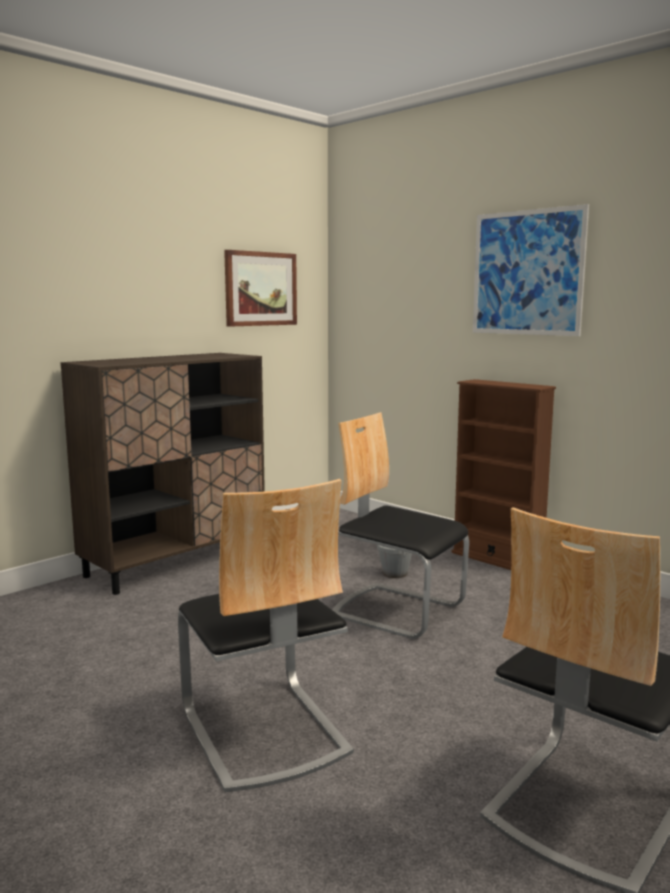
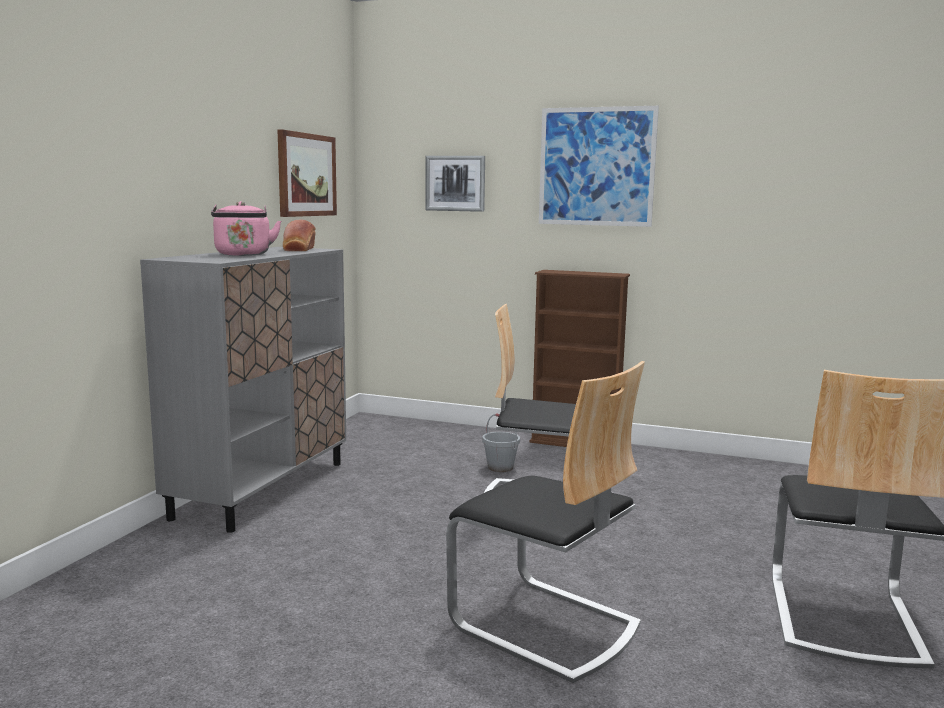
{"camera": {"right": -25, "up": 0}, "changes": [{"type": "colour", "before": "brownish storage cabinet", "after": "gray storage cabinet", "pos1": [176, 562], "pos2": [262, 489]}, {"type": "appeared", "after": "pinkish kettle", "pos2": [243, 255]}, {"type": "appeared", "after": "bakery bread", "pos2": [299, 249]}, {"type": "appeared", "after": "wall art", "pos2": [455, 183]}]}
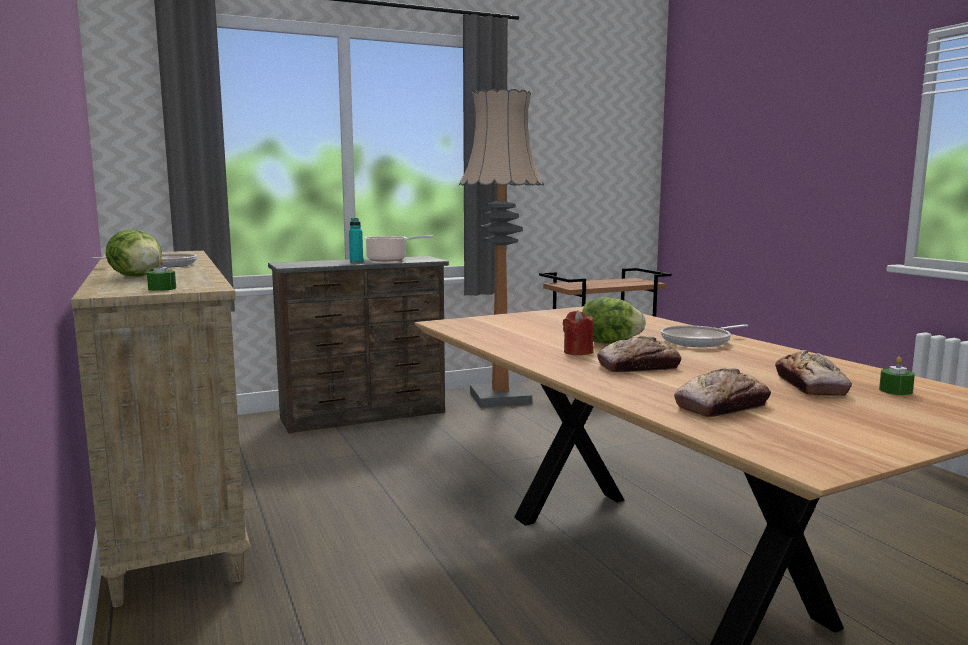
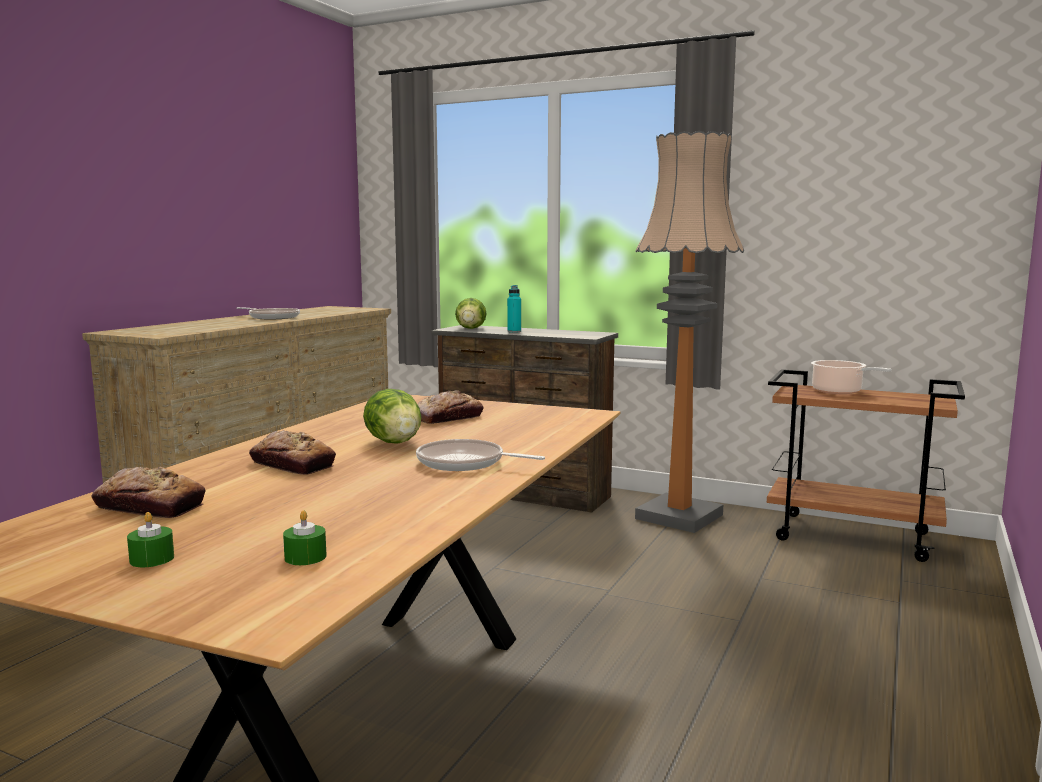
{"camera": {"right": 50, "up": 0}, "changes": [{"type": "relocated", "before": "lettuce head", "pos1": [137, 277], "pos2": [471, 329]}, {"type": "relocated", "before": "green-coloured wax light", "pos1": [162, 288], "pos2": [152, 559]}, {"type": "relocated", "before": "saucepot", "pos1": [389, 260], "pos2": [839, 391]}, {"type": "missing", "before": "red wax light", "pos1": [578, 352]}, {"type": "relocated", "before": "bakery bread", "pos1": [810, 385], "pos2": [448, 418]}]}
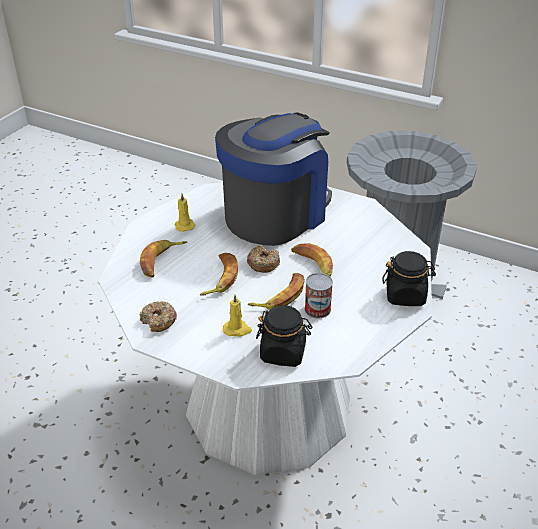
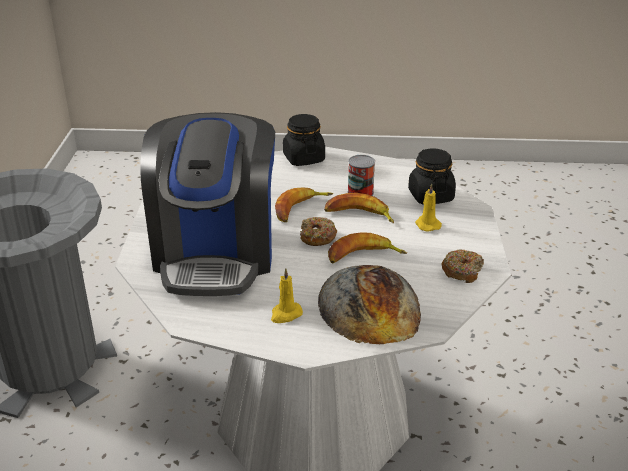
{"camera": {"right": -115, "up": -5}, "changes": [{"type": "exchanged", "before": "whole banana", "after": "bakery bread", "pos1": [161, 261], "pos2": [369, 306]}, {"type": "spun", "before": "coffee brewer", "pos1": [276, 214], "pos2": [215, 253], "turn": -105}]}
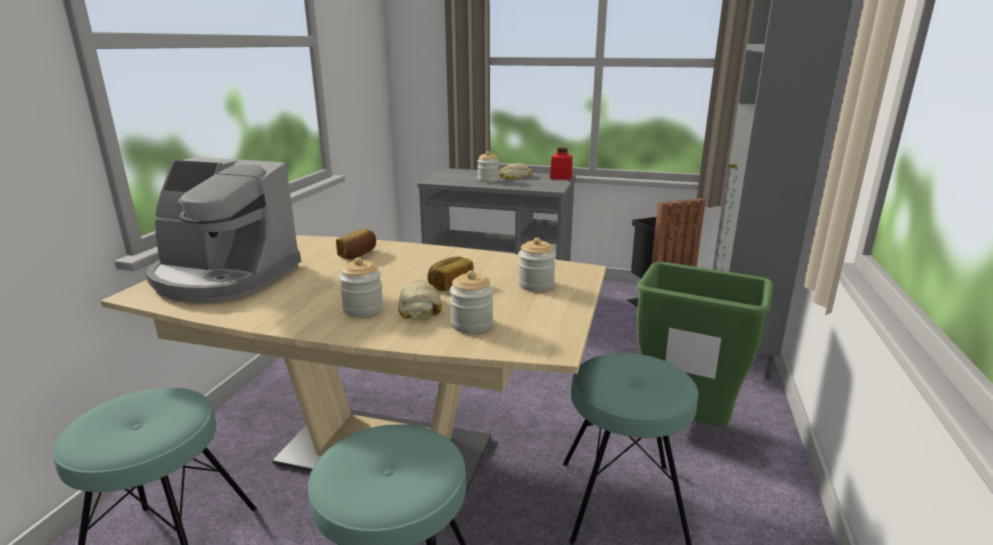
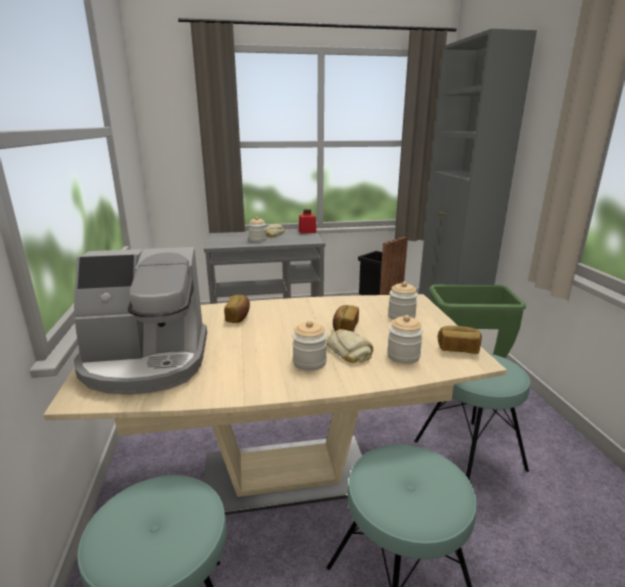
{"camera": {"right": -25, "up": 0}, "changes": [{"type": "appeared", "after": "bakery bread", "pos2": [458, 348]}]}
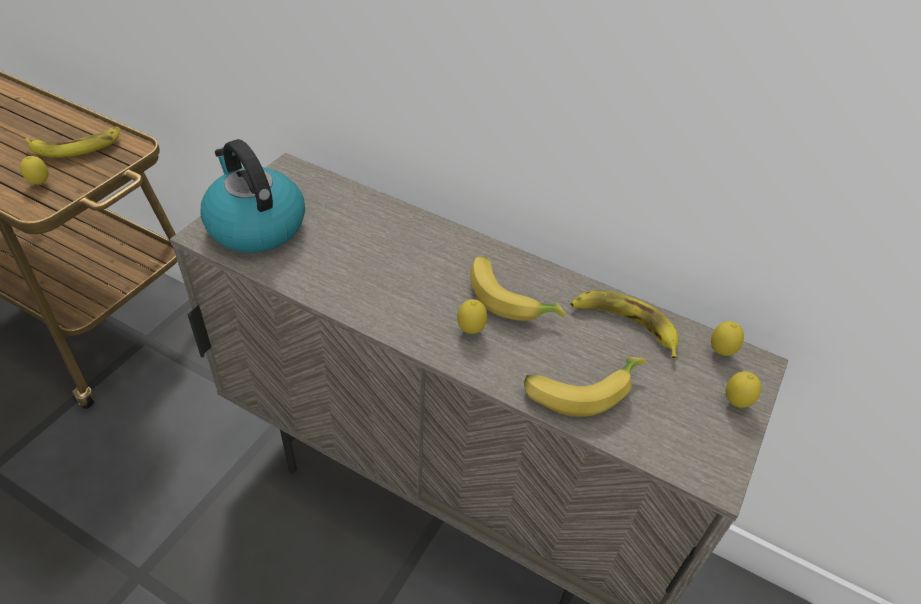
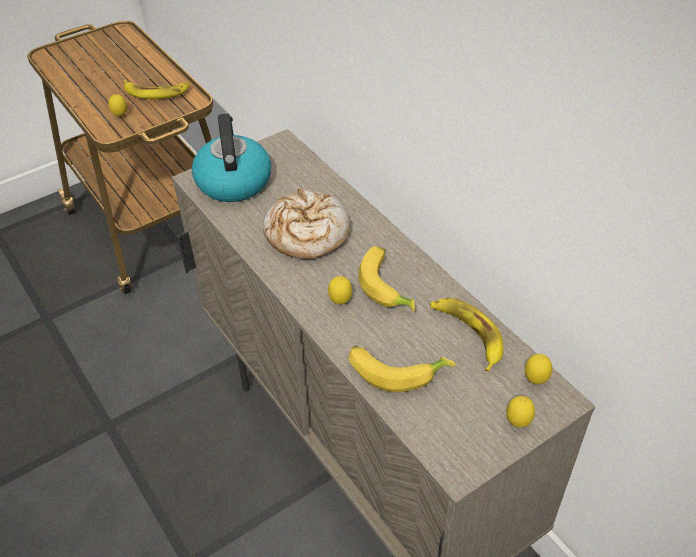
{"camera": {"right": 30, "up": 0}, "changes": [{"type": "appeared", "after": "bakery bread", "pos2": [306, 234]}]}
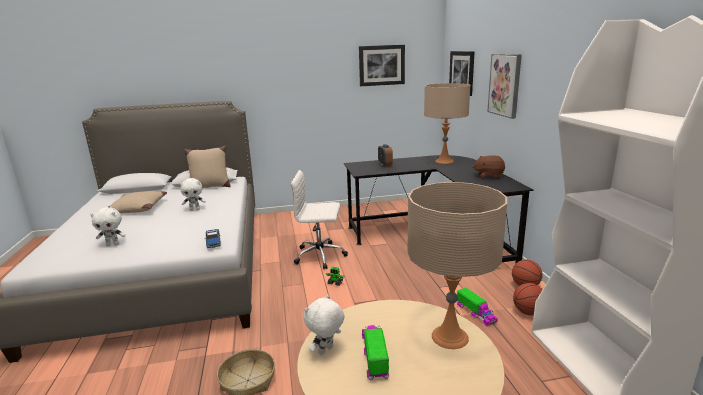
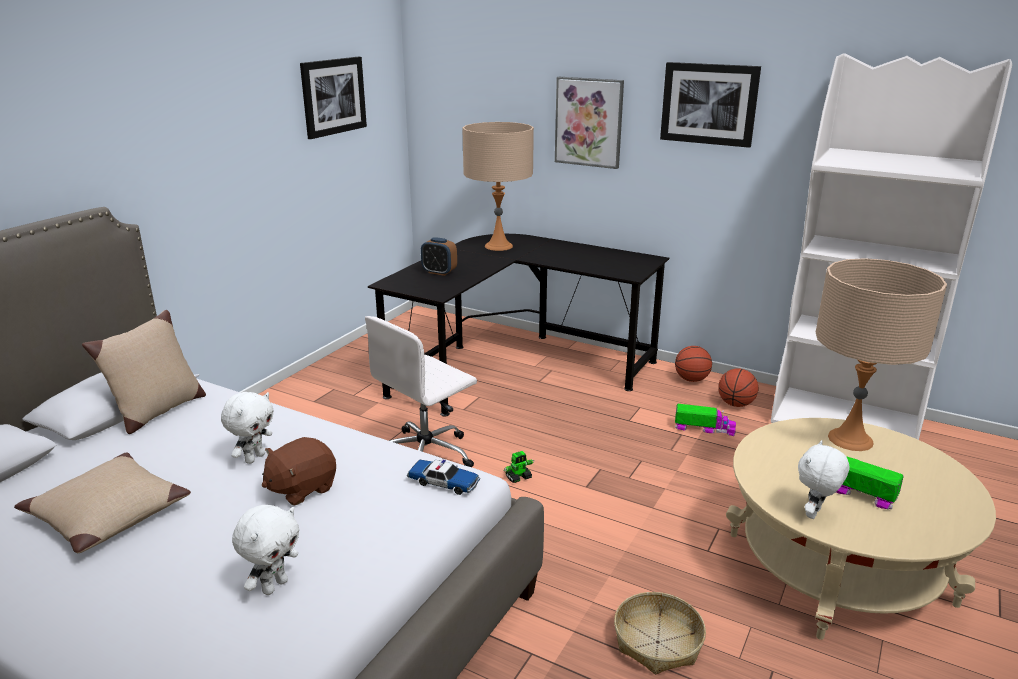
{"camera": {"right": -50, "up": 5}, "changes": [{"type": "spun", "before": "white-coloured cuddly toy", "pos1": [326, 351], "pos2": [814, 514], "turn": 45}, {"type": "relocated", "before": "wall art", "pos1": [462, 72], "pos2": [709, 104]}, {"type": "relocated", "before": "brownish cuddly toy", "pos1": [488, 176], "pos2": [301, 488]}]}
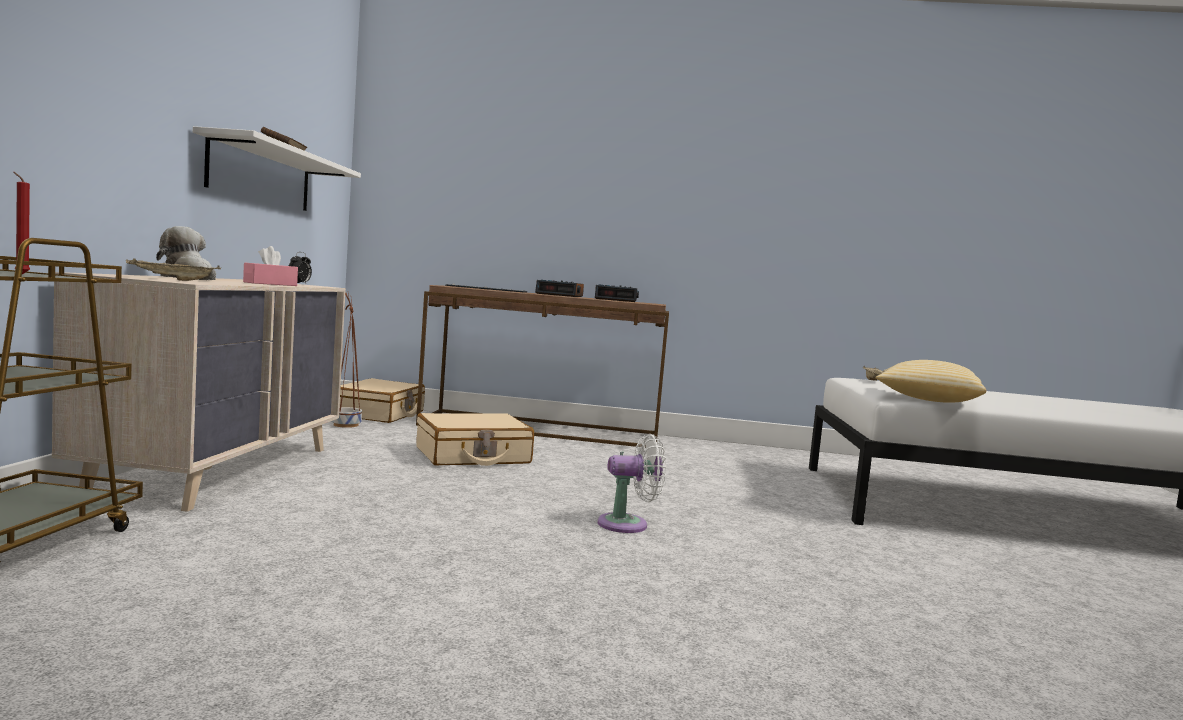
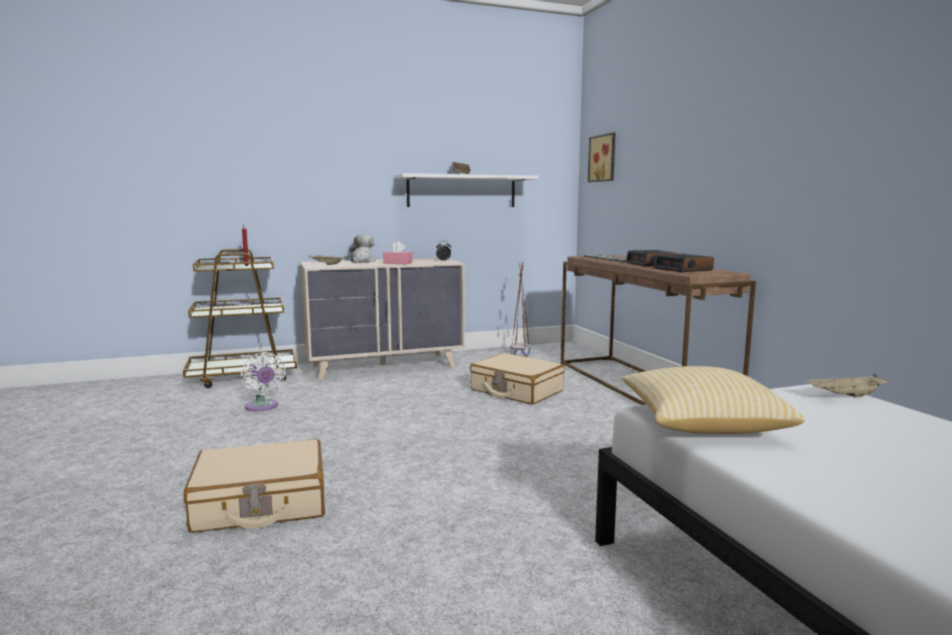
{"camera": {"right": 65, "up": 5}, "changes": [{"type": "relocated", "before": "sand-coloured suitcase", "pos1": [379, 414], "pos2": [261, 503]}, {"type": "relocated", "before": "white-coloured fan", "pos1": [628, 524], "pos2": [262, 407]}, {"type": "appeared", "after": "wall art", "pos2": [603, 158]}]}
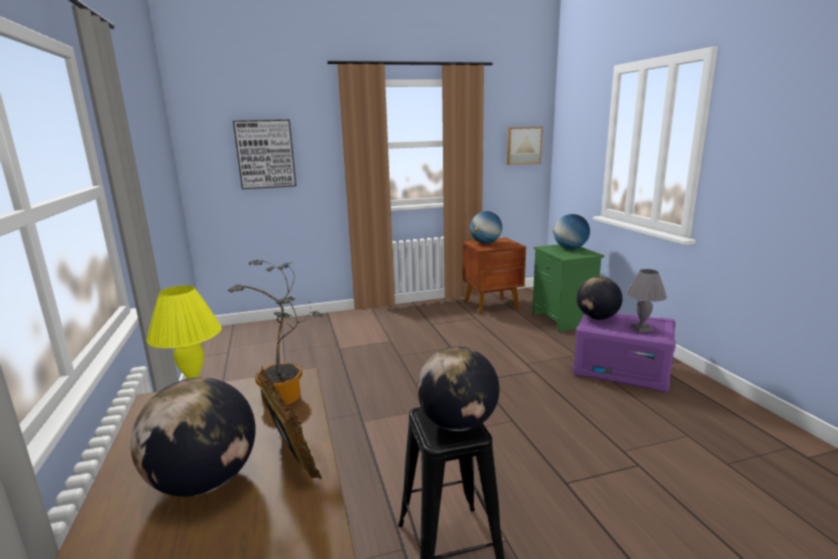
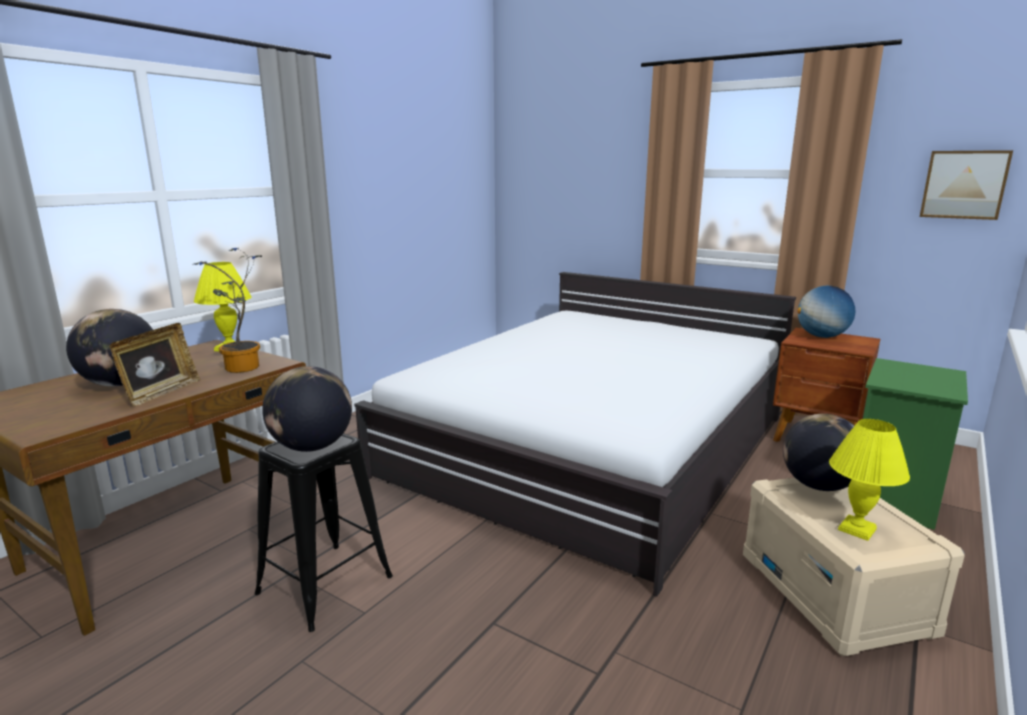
{"camera": {"right": 50, "up": 0}, "changes": [{"type": "missing", "before": "wall art", "pos1": [265, 154]}, {"type": "missing", "before": "world globe", "pos1": [570, 248]}, {"type": "colour", "before": "purple-coloured storage bin", "after": "sand-coloured storage bin", "pos1": [621, 370], "pos2": [835, 593]}, {"type": "colour", "before": "gray tabletop lamp", "after": "yellow tabletop lamp", "pos1": [641, 328], "pos2": [856, 529]}, {"type": "appeared", "after": "white-coloured bed", "pos2": [593, 446]}]}
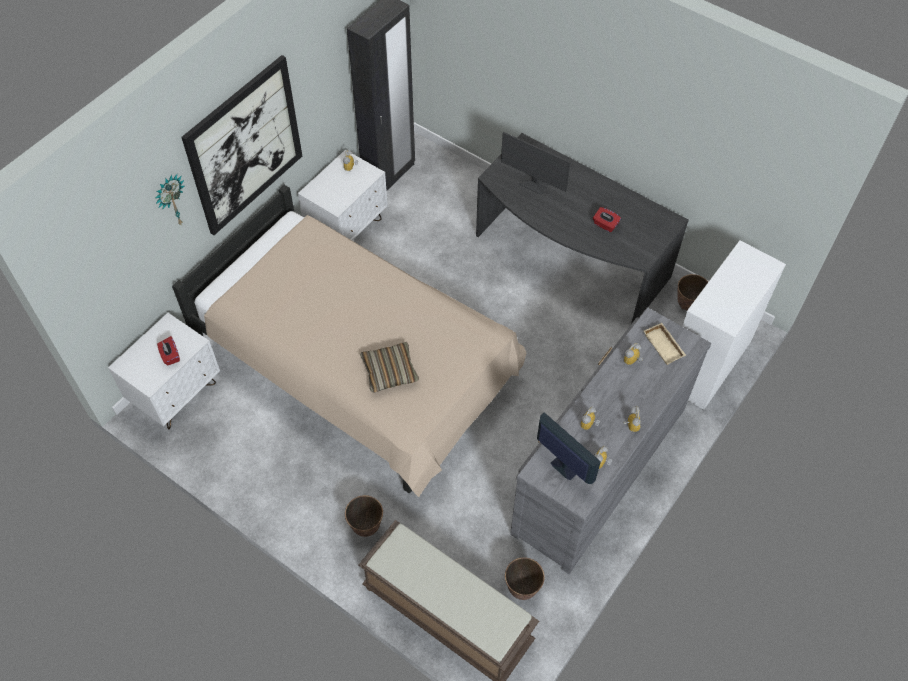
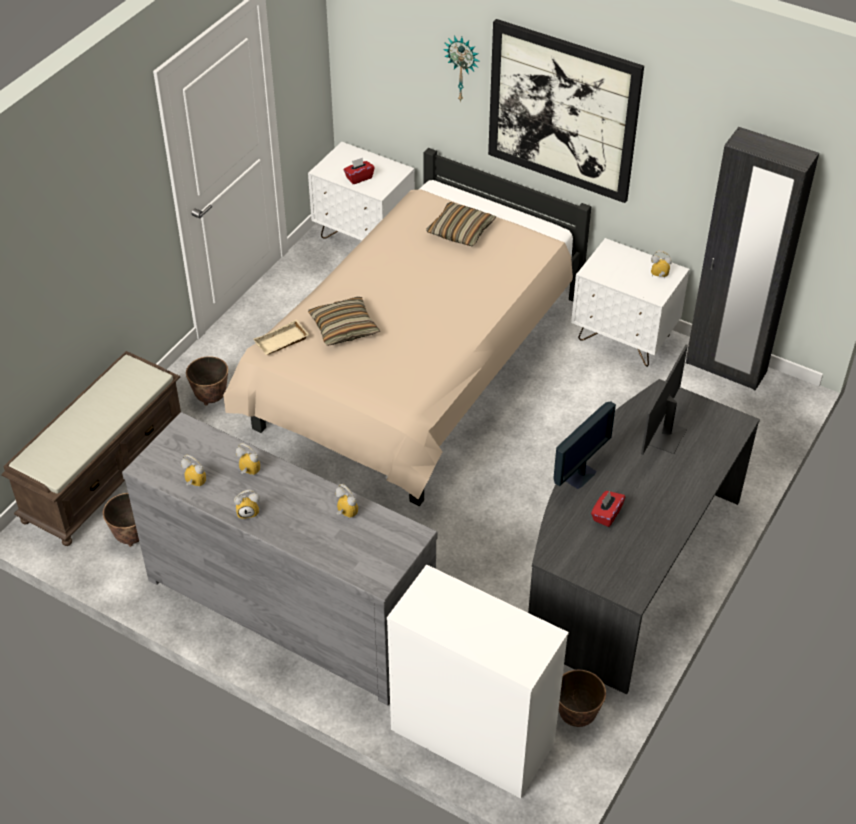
{"camera": {"right": 85, "up": -10}, "changes": [{"type": "relocated", "before": "computer screen", "pos1": [563, 467], "pos2": [581, 475]}, {"type": "relocated", "before": "sand-coloured carrying tray", "pos1": [665, 346], "pos2": [281, 342]}, {"type": "appeared", "after": "cushion", "pos2": [460, 231]}]}
